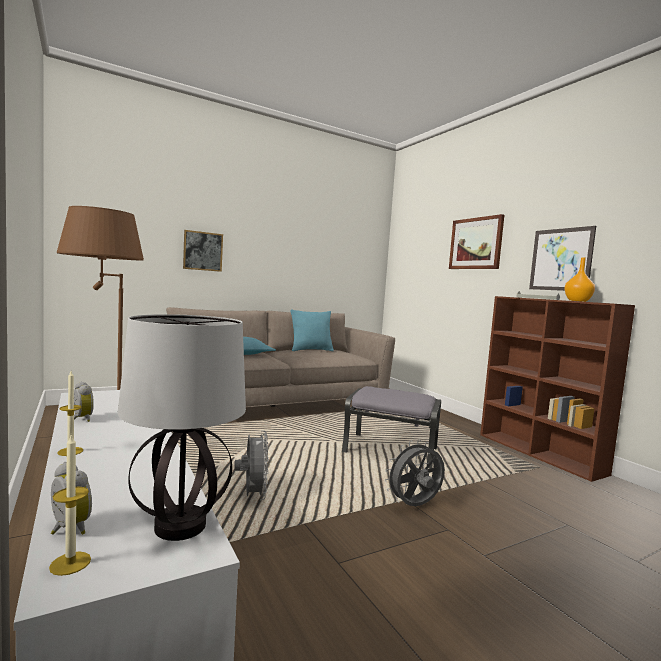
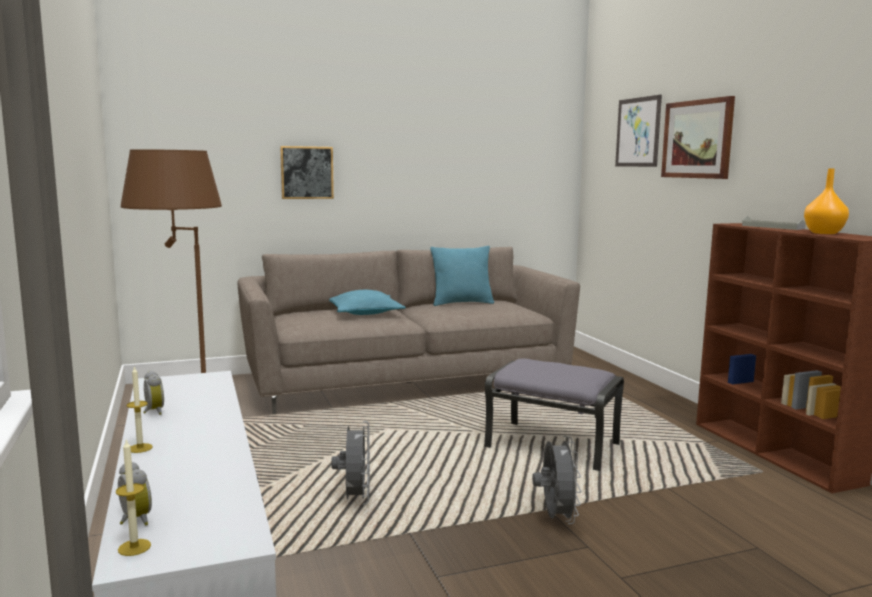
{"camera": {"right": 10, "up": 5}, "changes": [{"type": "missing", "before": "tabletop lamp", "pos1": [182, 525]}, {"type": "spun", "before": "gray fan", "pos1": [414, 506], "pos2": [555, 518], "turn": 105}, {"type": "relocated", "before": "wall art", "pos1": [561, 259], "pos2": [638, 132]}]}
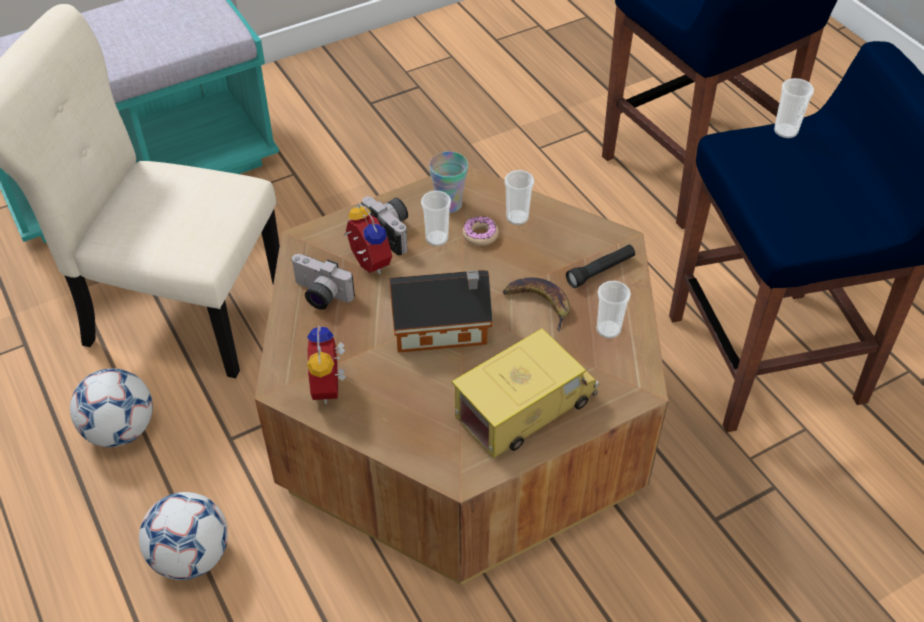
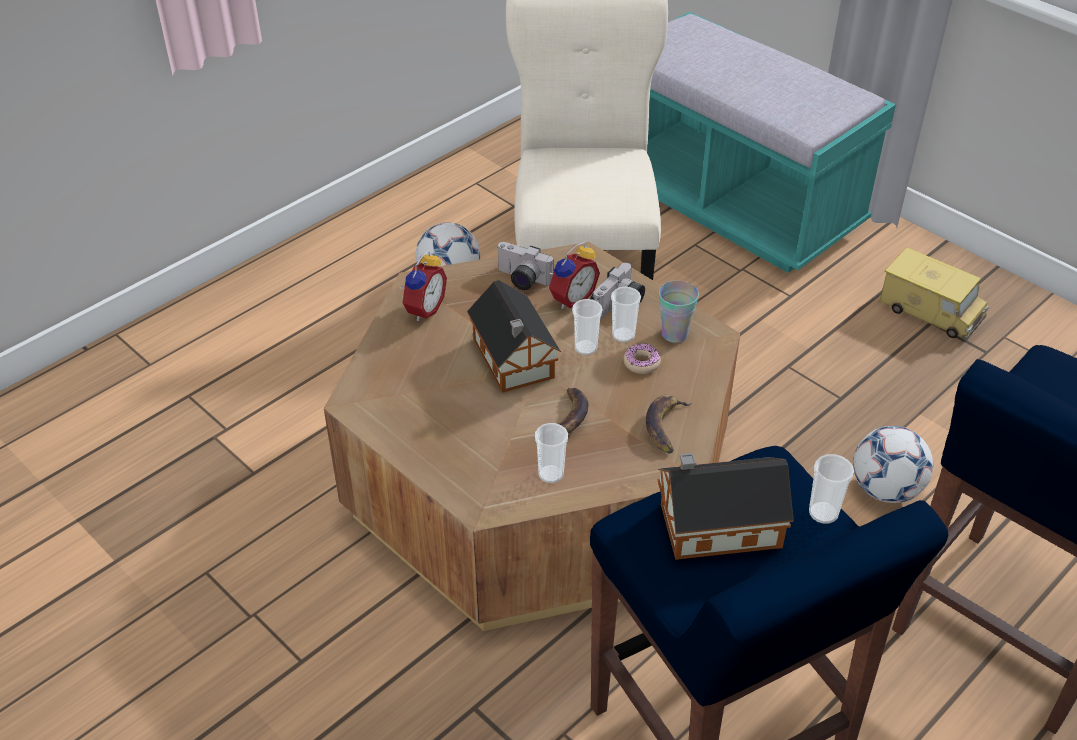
{"camera": {"right": 75, "up": -5}, "changes": [{"type": "relocated", "before": "ball for football", "pos1": [191, 556], "pos2": [885, 489]}, {"type": "spun", "before": "photo camera", "pos1": [319, 295], "pos2": [521, 280], "turn": -75}, {"type": "spun", "before": "table clock", "pos1": [330, 387], "pos2": [423, 309], "turn": 135}, {"type": "relocated", "before": "toy lorry", "pos1": [525, 408], "pos2": [930, 311]}, {"type": "relocated", "before": "small cup", "pos1": [517, 217], "pos2": [585, 348]}, {"type": "missing", "before": "black-coloured flashlight", "pos1": [600, 271]}, {"type": "appeared", "after": "whole banana", "pos2": [665, 426]}, {"type": "appeared", "after": "model house", "pos2": [714, 525]}]}
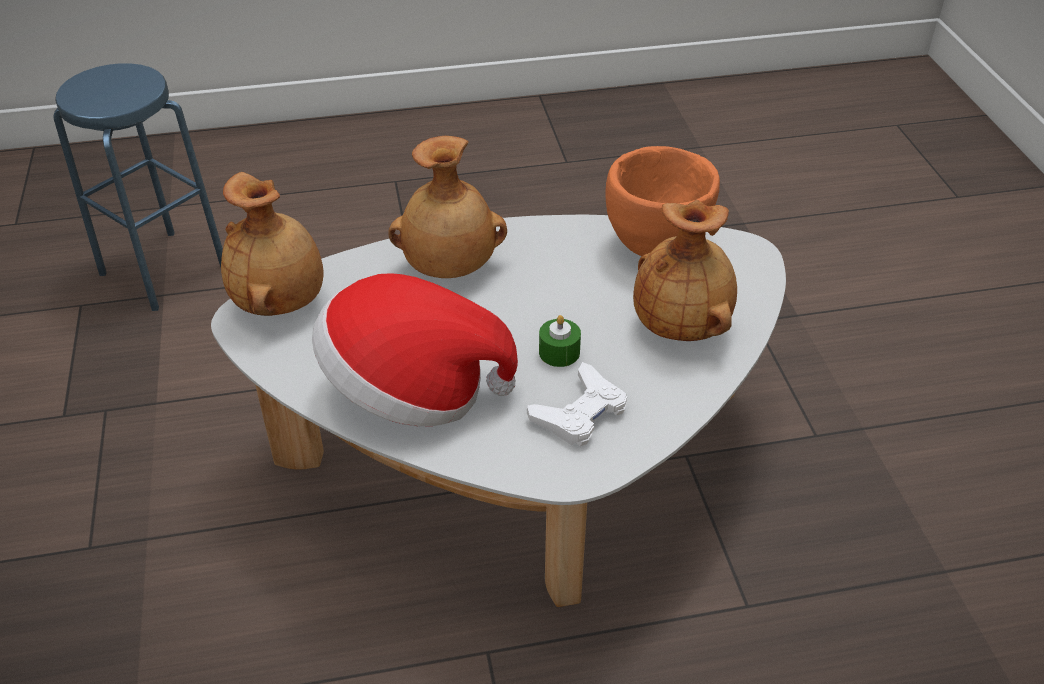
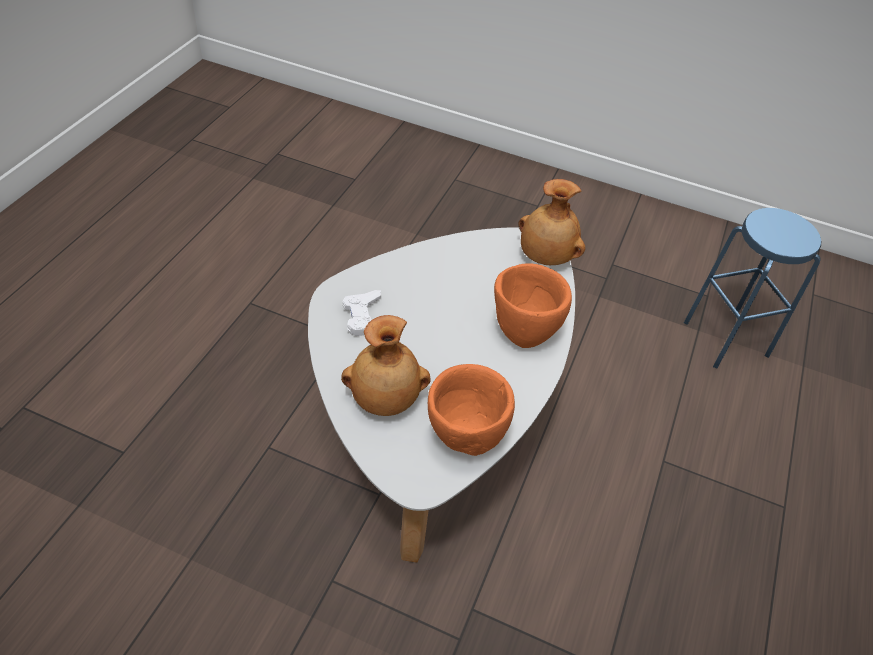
{"camera": {"right": 120, "up": 5}, "changes": [{"type": "missing", "before": "wearable hat", "pos1": [412, 390]}, {"type": "exchanged", "before": "brownish flower vase", "after": "orangey serving bowl", "pos1": [450, 267], "pos2": [524, 331]}, {"type": "missing", "before": "green-coloured wax light", "pos1": [559, 352]}]}
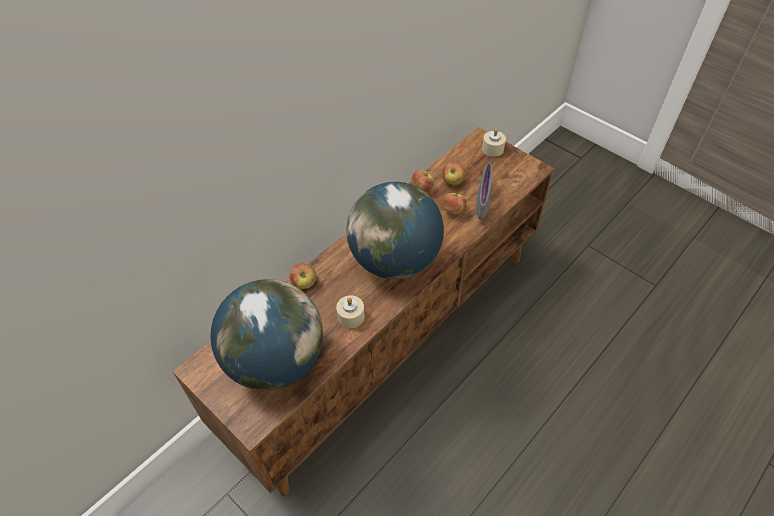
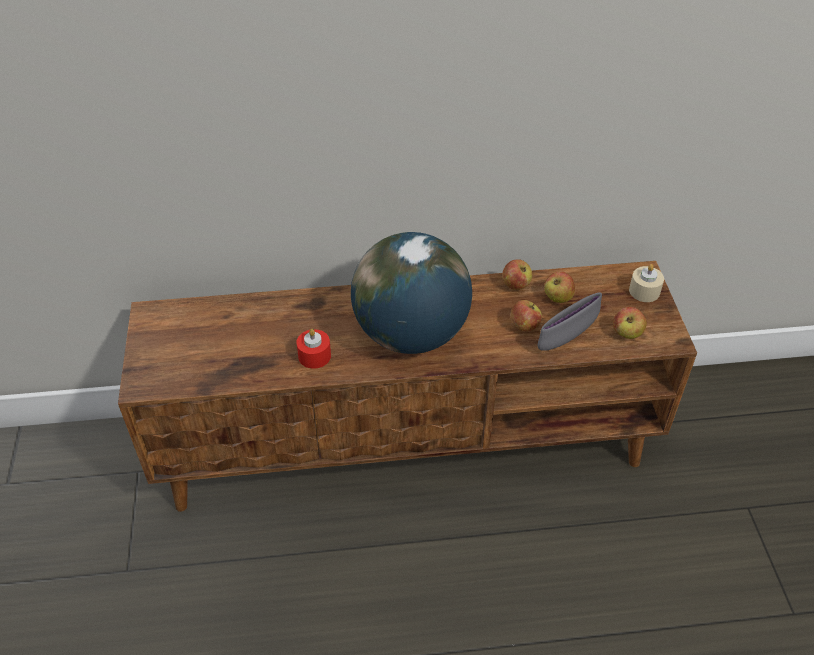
{"camera": {"right": 40, "up": -5}, "changes": [{"type": "missing", "before": "world globe", "pos1": [275, 361]}, {"type": "relocated", "before": "whole apple", "pos1": [304, 283], "pos2": [627, 333]}, {"type": "colour", "before": "sand-coloured wax light", "after": "red wax light", "pos1": [351, 316], "pos2": [314, 356]}]}
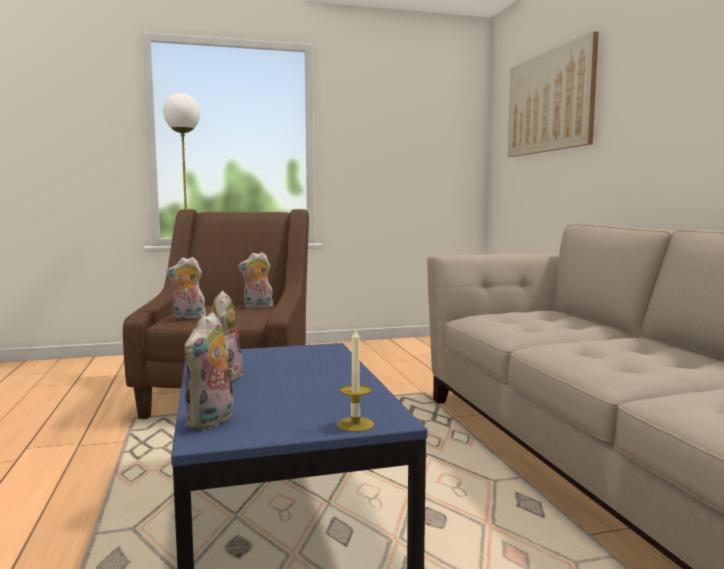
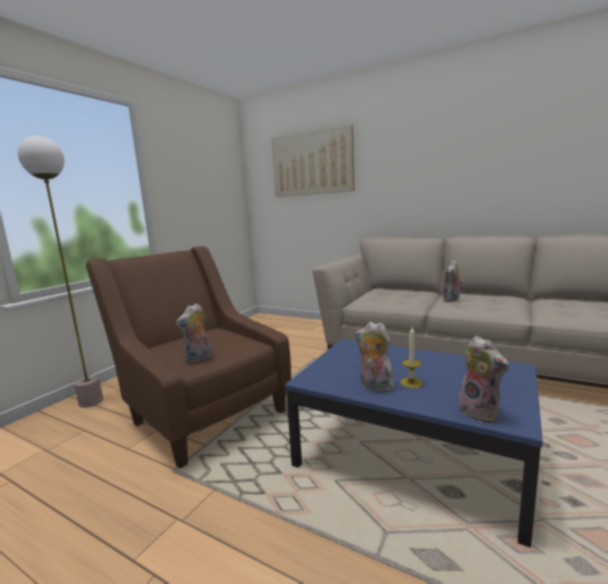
{"camera": {"right": -45, "up": 5}, "changes": [{"type": "relocated", "before": "cuddly toy", "pos1": [257, 307], "pos2": [452, 300]}, {"type": "relocated", "before": "wax light", "pos1": [355, 424], "pos2": [411, 383]}]}
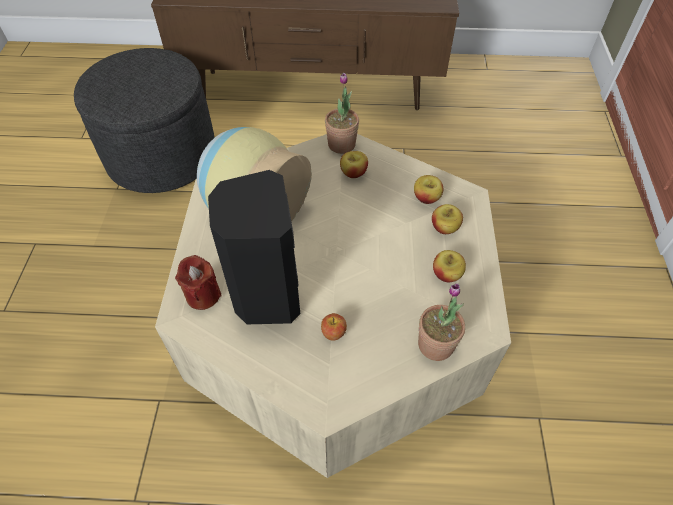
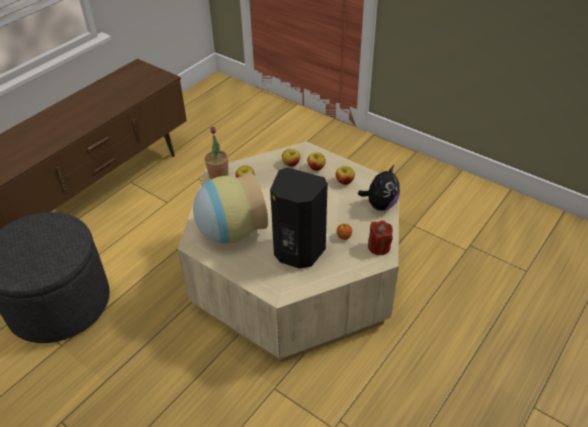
{"camera": {"right": -55, "up": -10}, "changes": [{"type": "relocated", "before": "red wax light", "pos1": [203, 295], "pos2": [379, 247]}, {"type": "exchanged", "before": "plant in a pot", "after": "cuddly toy", "pos1": [435, 345], "pos2": [380, 205]}]}
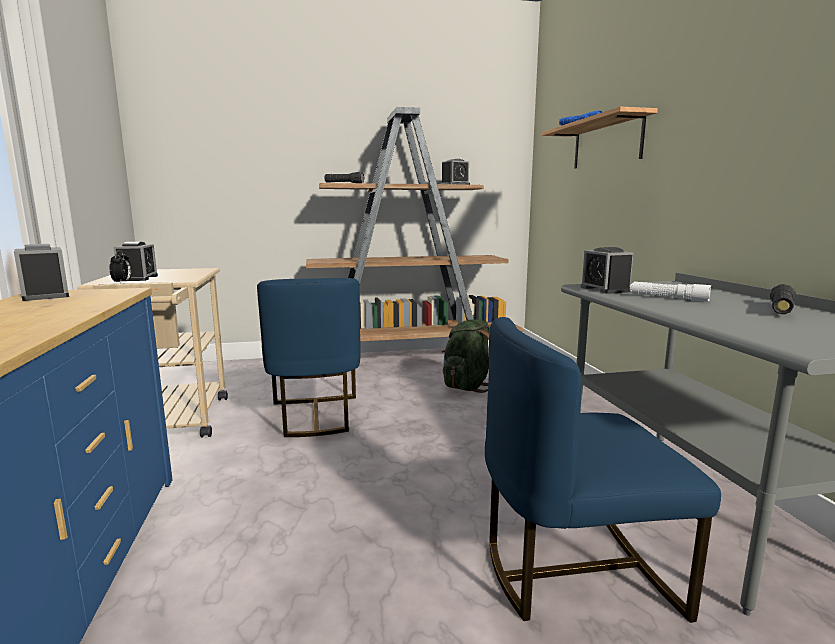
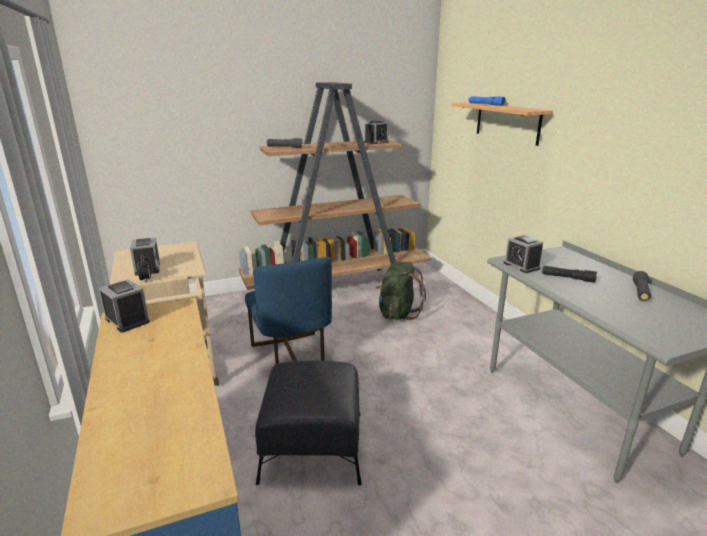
{"camera": {"right": -10, "up": 10}, "changes": [{"type": "missing", "before": "bluish plain chair", "pos1": [575, 570]}, {"type": "colour", "before": "white-coloured flashlight", "after": "black-coloured flashlight", "pos1": [668, 298], "pos2": [567, 278]}, {"type": "appeared", "after": "black-coloured footrest", "pos2": [312, 447]}]}
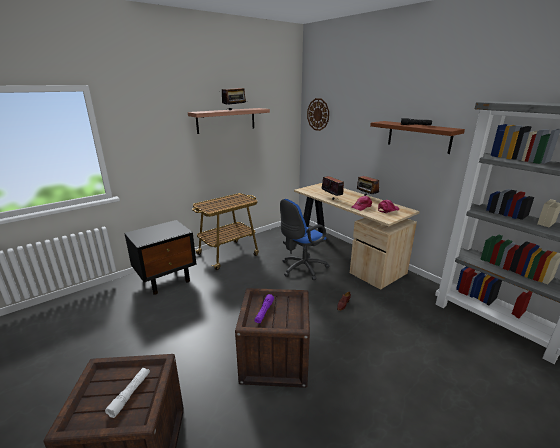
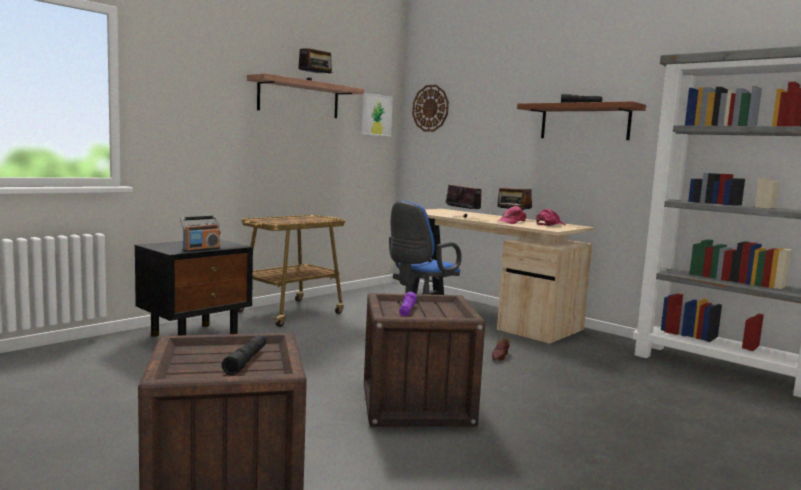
{"camera": {"right": -10, "up": -15}, "changes": [{"type": "colour", "before": "white-coloured flashlight", "after": "black-coloured flashlight", "pos1": [130, 394], "pos2": [246, 361]}, {"type": "appeared", "after": "radio receiver", "pos2": [201, 250]}, {"type": "appeared", "after": "wall art", "pos2": [376, 115]}]}
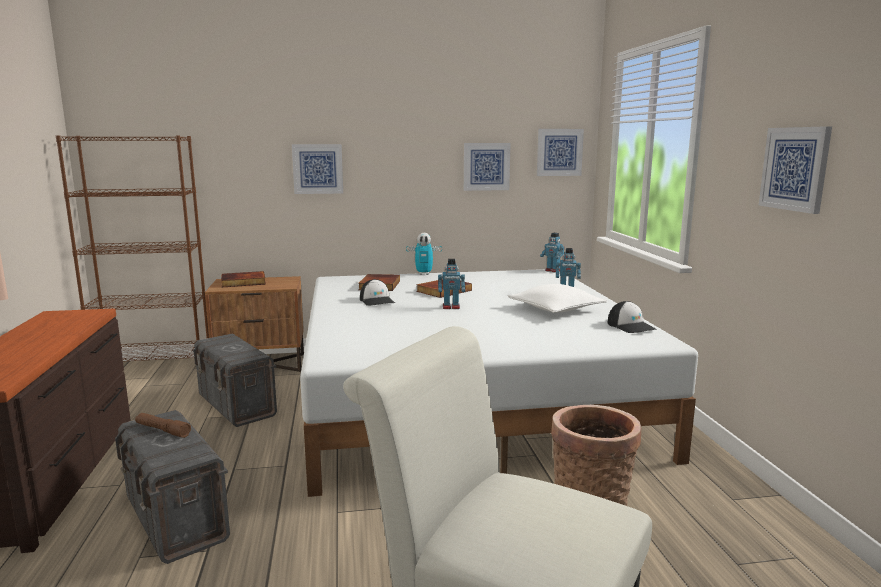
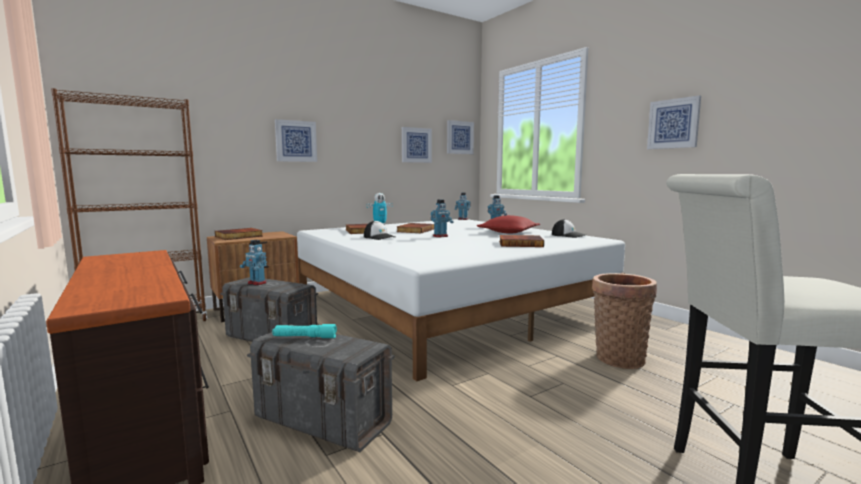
{"camera": {"right": -25, "up": -5}, "changes": [{"type": "colour", "before": "brownish flashlight", "after": "turquoise flashlight", "pos1": [162, 430], "pos2": [305, 337]}, {"type": "colour", "before": "white-coloured cushion", "after": "red cushion", "pos1": [556, 309], "pos2": [508, 232]}, {"type": "appeared", "after": "model robot", "pos2": [257, 283]}, {"type": "appeared", "after": "bound book", "pos2": [521, 244]}]}
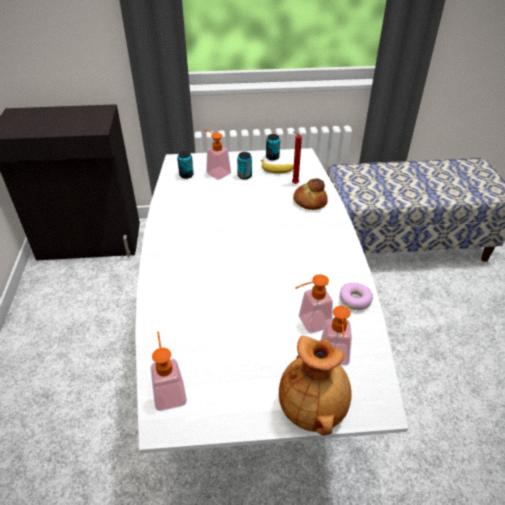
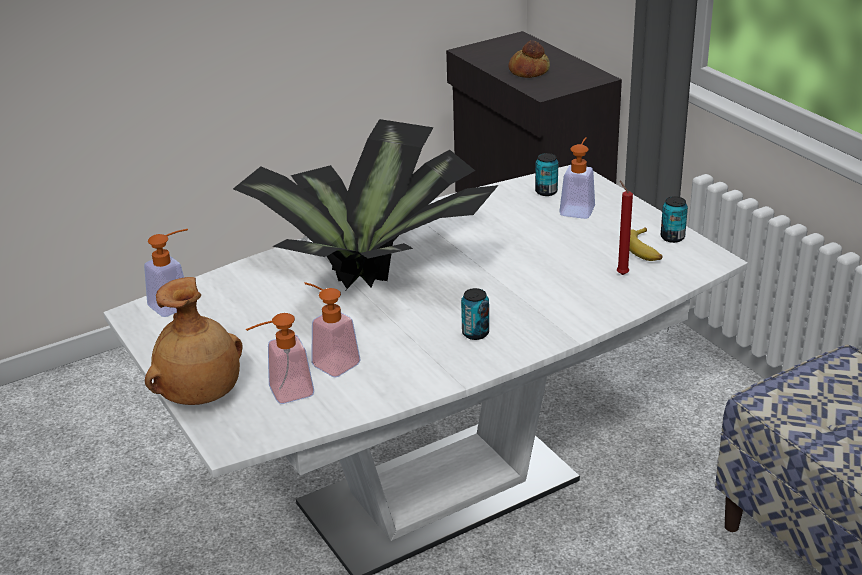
{"camera": {"right": 65, "up": -10}, "changes": [{"type": "relocated", "before": "sealed can", "pos1": [244, 176], "pos2": [475, 333]}, {"type": "relocated", "before": "bakery bread", "pos1": [309, 201], "pos2": [528, 71]}, {"type": "missing", "before": "doughnut", "pos1": [355, 300]}, {"type": "appeared", "after": "plant in a pot", "pos2": [375, 271]}]}
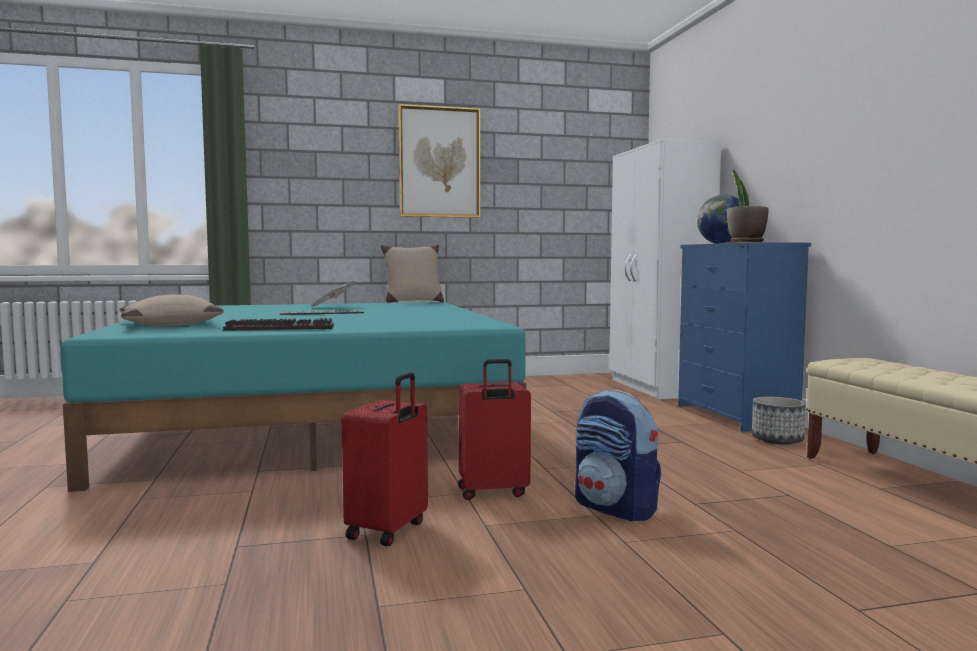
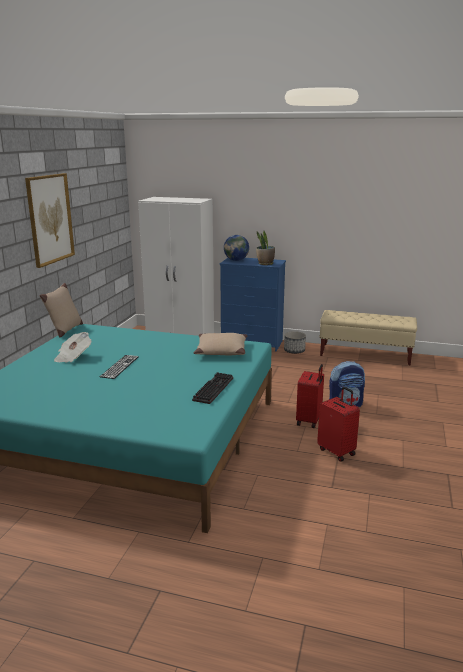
{"camera": {"right": -60, "up": 15}, "changes": [{"type": "relocated", "before": "sand-coloured cushion", "pos1": [170, 324], "pos2": [221, 351]}]}
